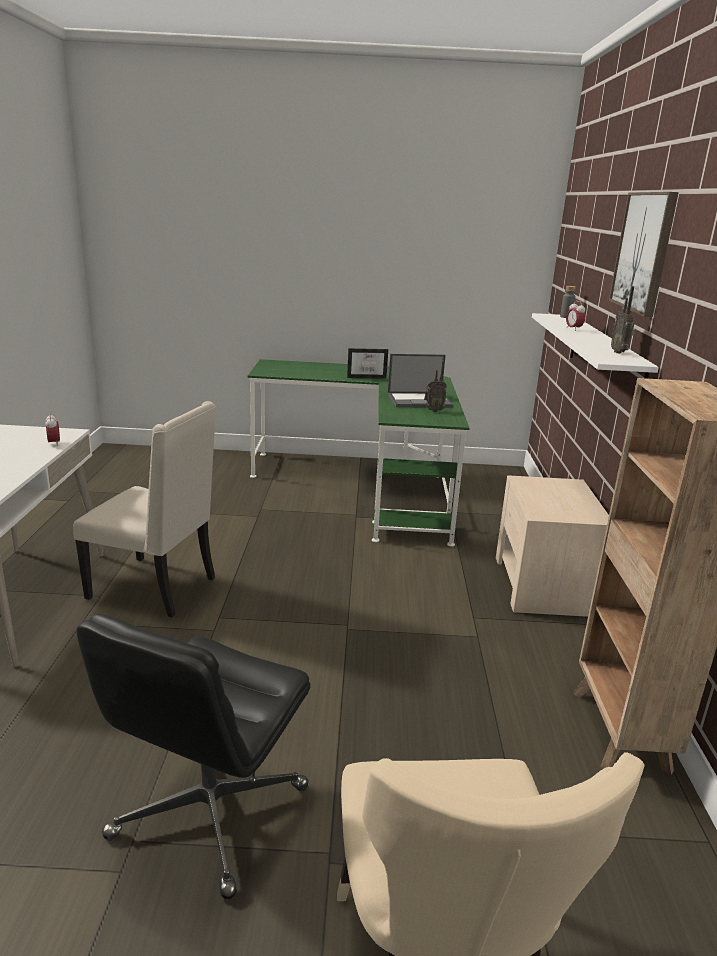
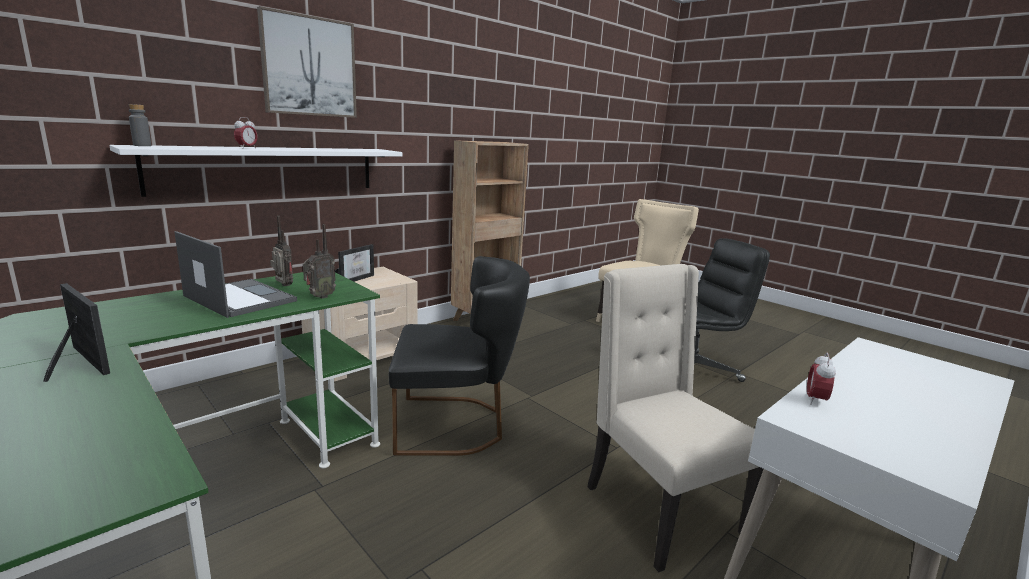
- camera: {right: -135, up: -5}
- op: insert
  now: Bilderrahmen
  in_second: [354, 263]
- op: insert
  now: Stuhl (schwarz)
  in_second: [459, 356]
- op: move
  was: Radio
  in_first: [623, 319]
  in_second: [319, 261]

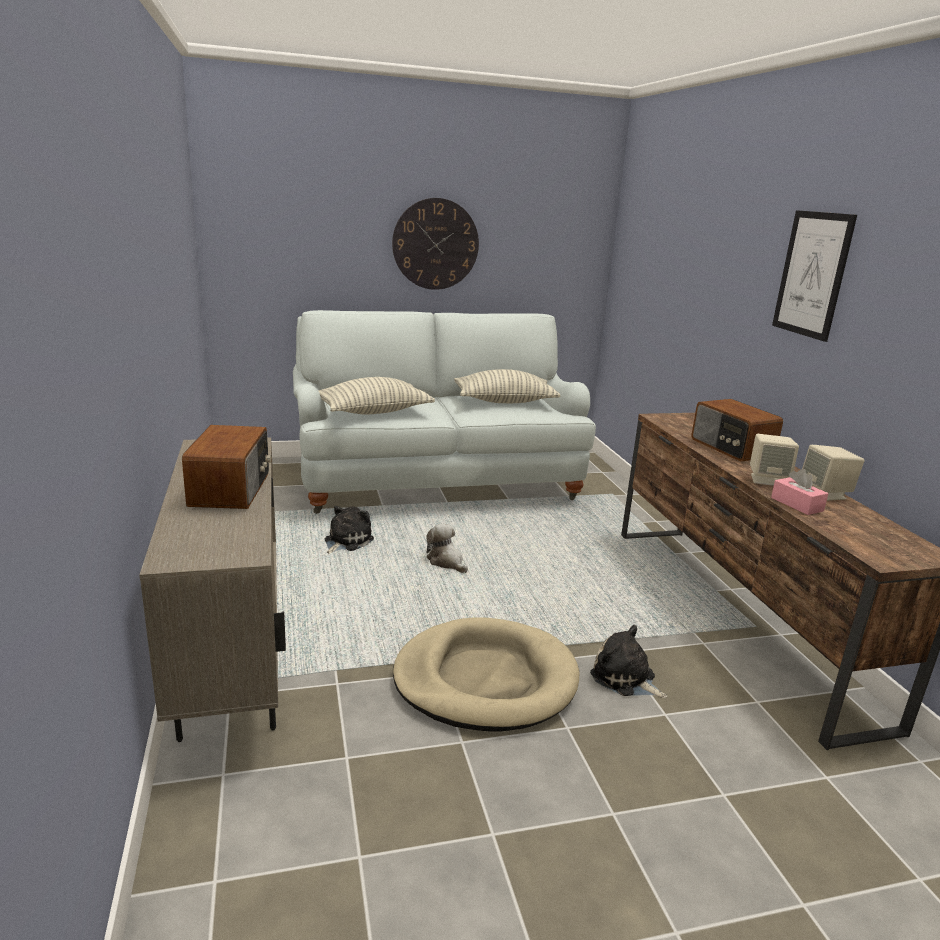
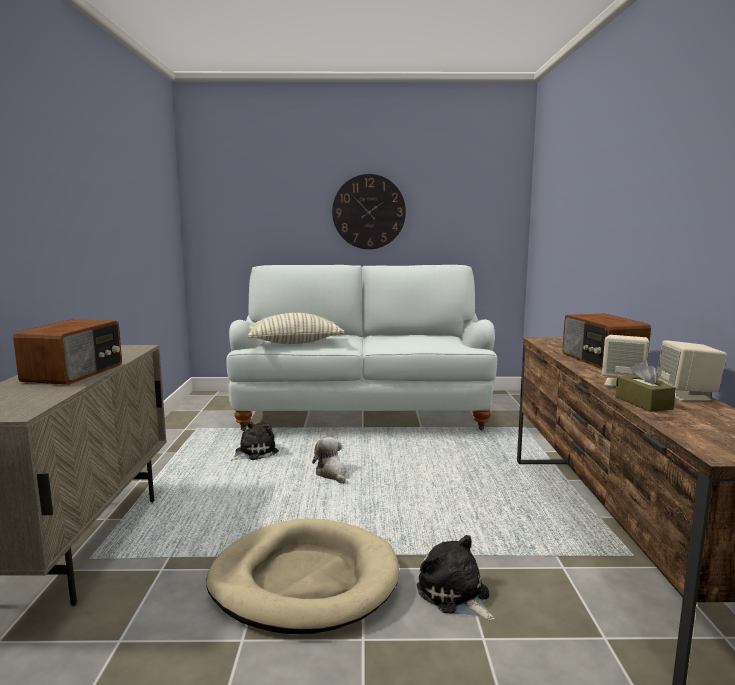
- camera: {right: 15, up: -10}
- op: delete
  was: Kissen
  in_first: [507, 386]
- op: delete
  was: Bild
  in_first: [814, 276]
- op: recolor
  was: Taschentuchbox (rosa)
  now: Taschentuchbox (braun)
  in_first: [799, 492]
  in_second: [645, 386]

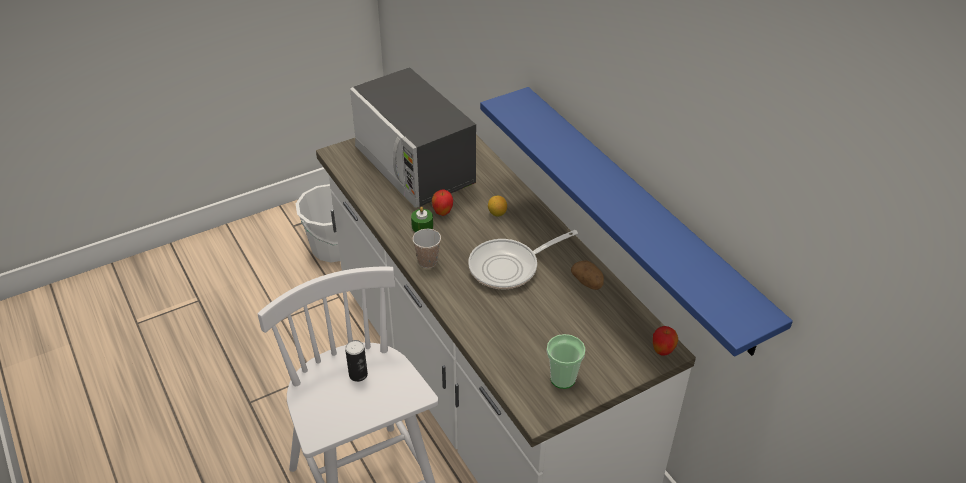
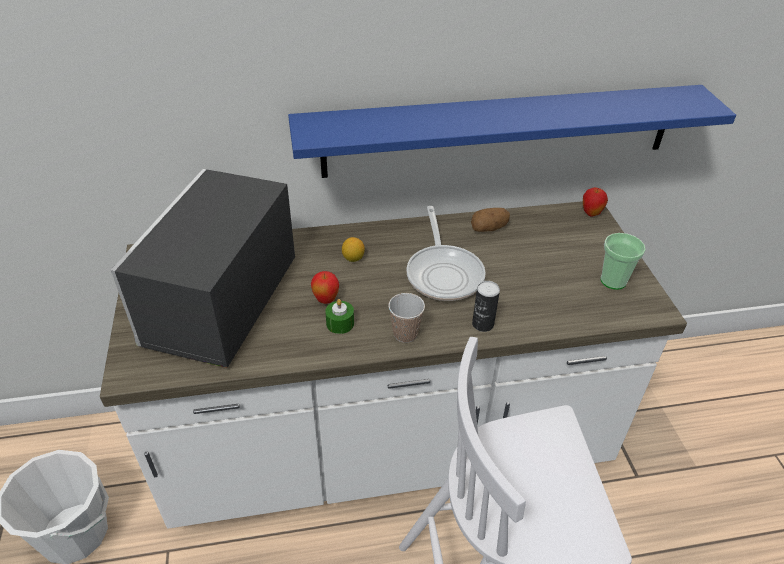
- camera: {right: -70, up: 0}
- op: move
  was: Dose
  in_first: [356, 361]
  in_second: [486, 306]
- op: rotate
  was: Mikrowelle
  in_first: [413, 137]
  in_second: [203, 268]
  clockwise: 120

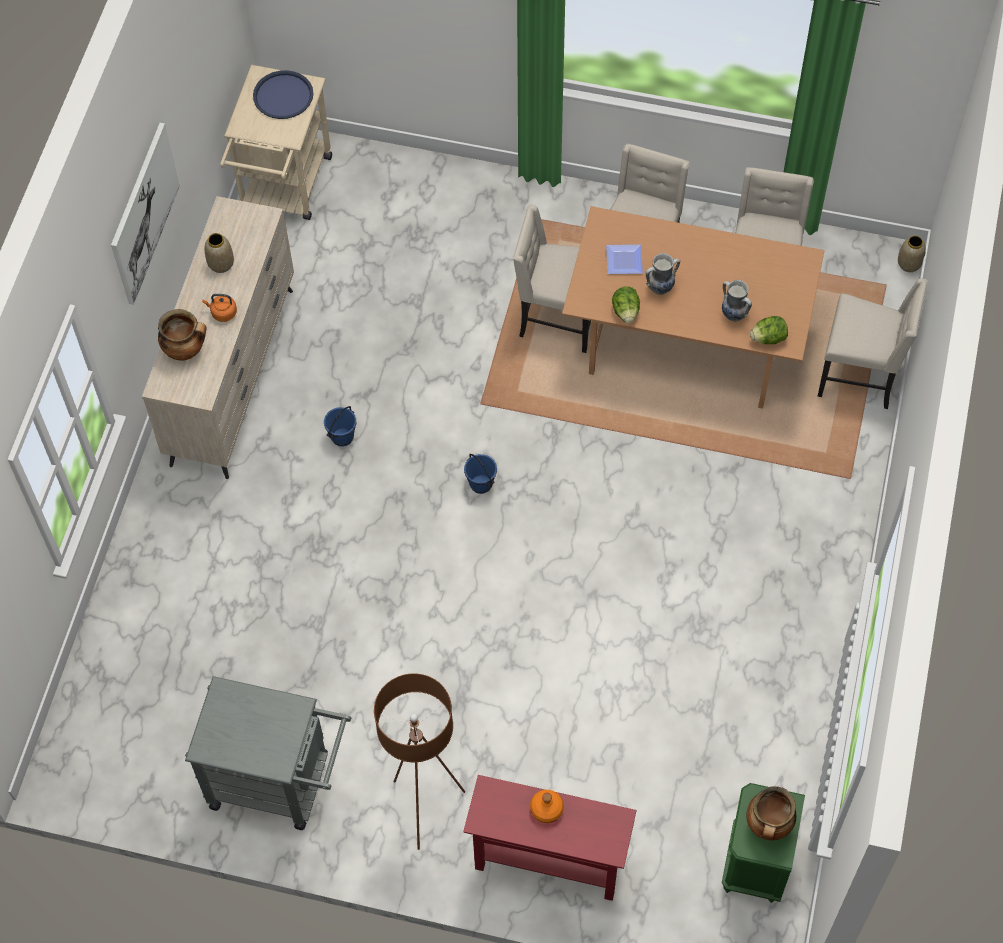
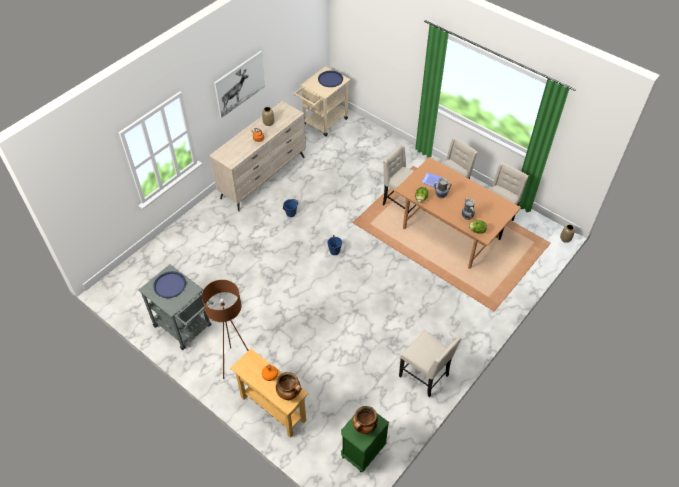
- camera: {right: 25, up: -10}
- op: insert
  now: Tablett (blau)
  in_second: [169, 284]
- op: move
  was: Kochtopf
  in_first: [182, 335]
  in_second: [289, 386]
- op: move
  was: Stuhl (beige)
  in_first: [873, 343]
  in_second: [430, 363]
- op: recolor
  was: Konsolentisch (rot)
  now: Konsolentisch (beige)
  in_first: [550, 838]
  in_second: [269, 393]

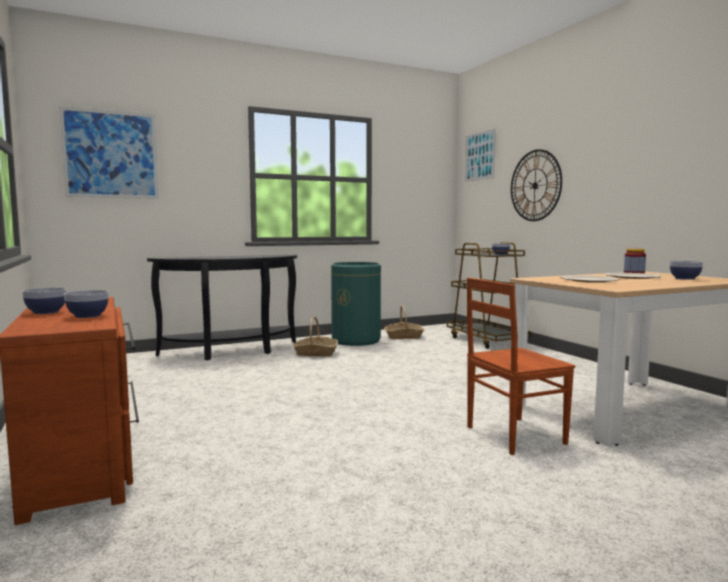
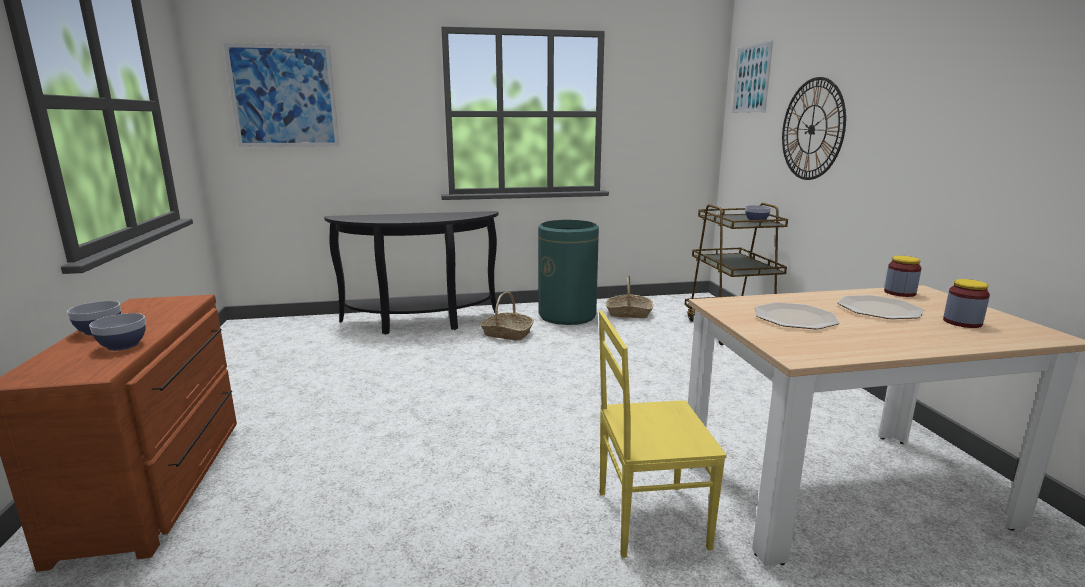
- camera: {right: 15, up: 10}
- op: replace
  was: Schüssel
  now: Vorratsglas
  in_first: [686, 270]
  in_second: [966, 303]
- op: recolor
  was: Stuhl (braun)
  now: Stuhl (gelb)
  in_first: [521, 366]
  in_second: [663, 434]

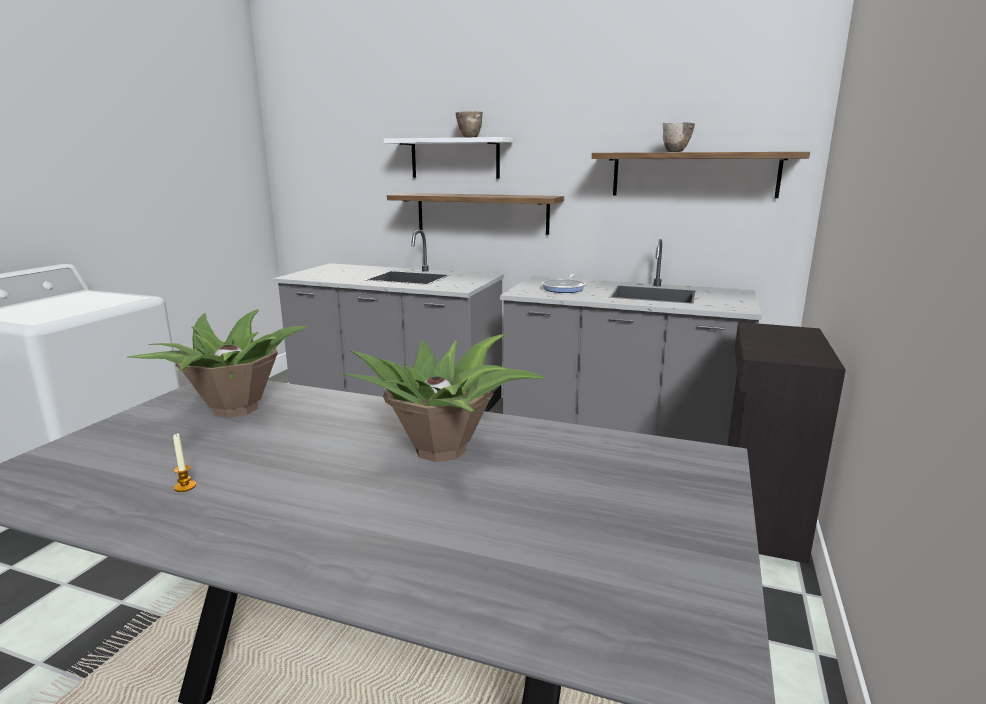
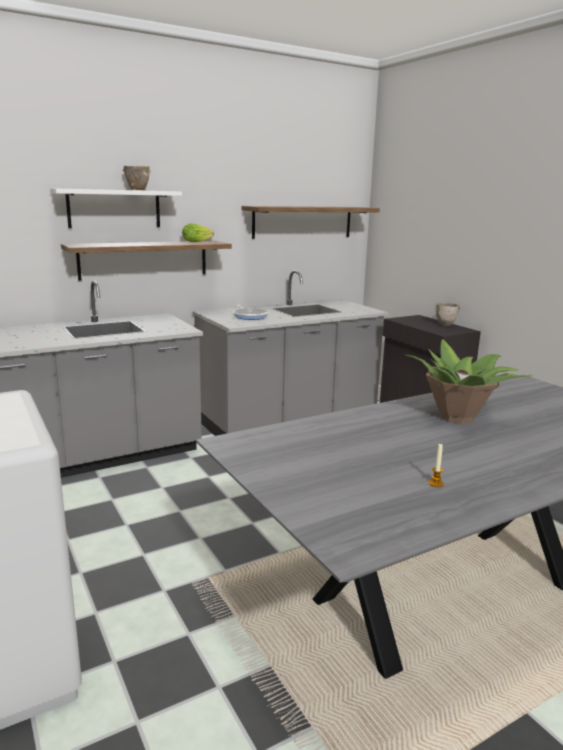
- camera: {right: -50, up: 0}
- op: delete
  was: Topfpflanze
  in_first: [217, 363]
- op: insert
  now: Salatkopf
  in_second: [198, 233]
- op: move
  was: Schüssel
  in_first: [679, 137]
  in_second: [447, 314]

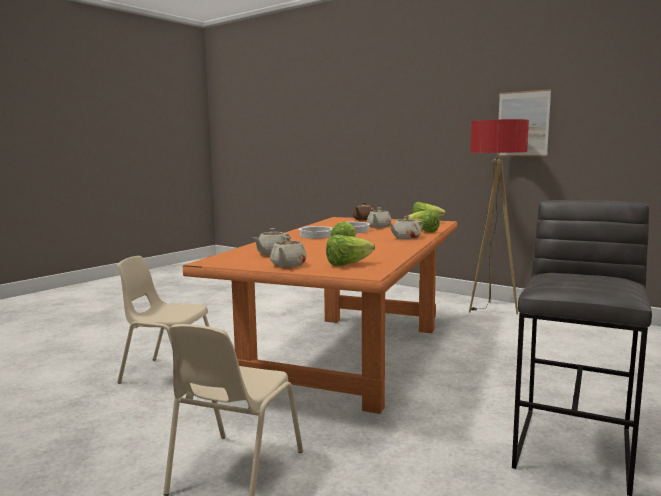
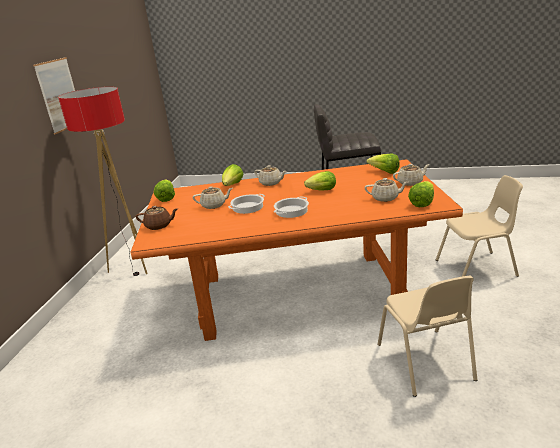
- camera: {right: -115, up: 15}
- op: insert
  now: Salatkopf
  in_second: [421, 194]

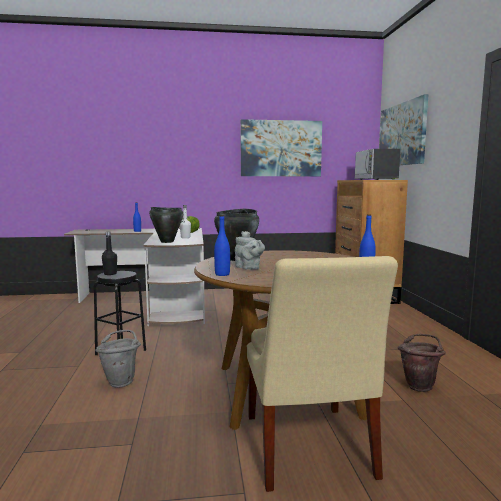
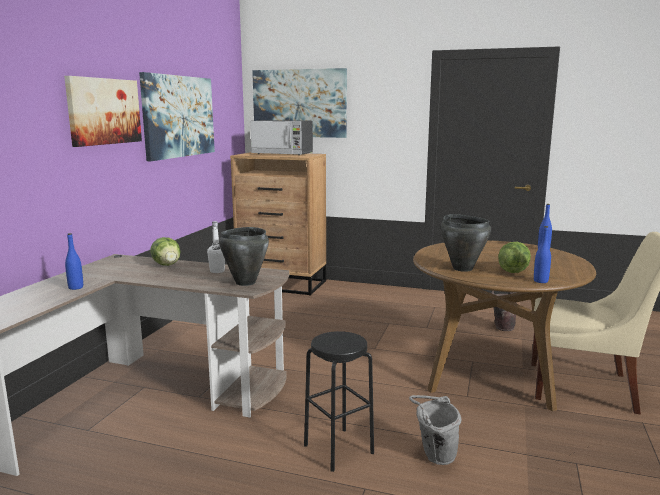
- camera: {right: -65, up: 5}
- op: delete
  was: Flasche (schwarz)
  in_first: [109, 253]
- op: insert
  now: Bild
  in_second: [103, 111]
- op: replace
  was: Teekanne (grau)
  now: Salatkopf
  in_first: [250, 250]
  in_second: [514, 257]

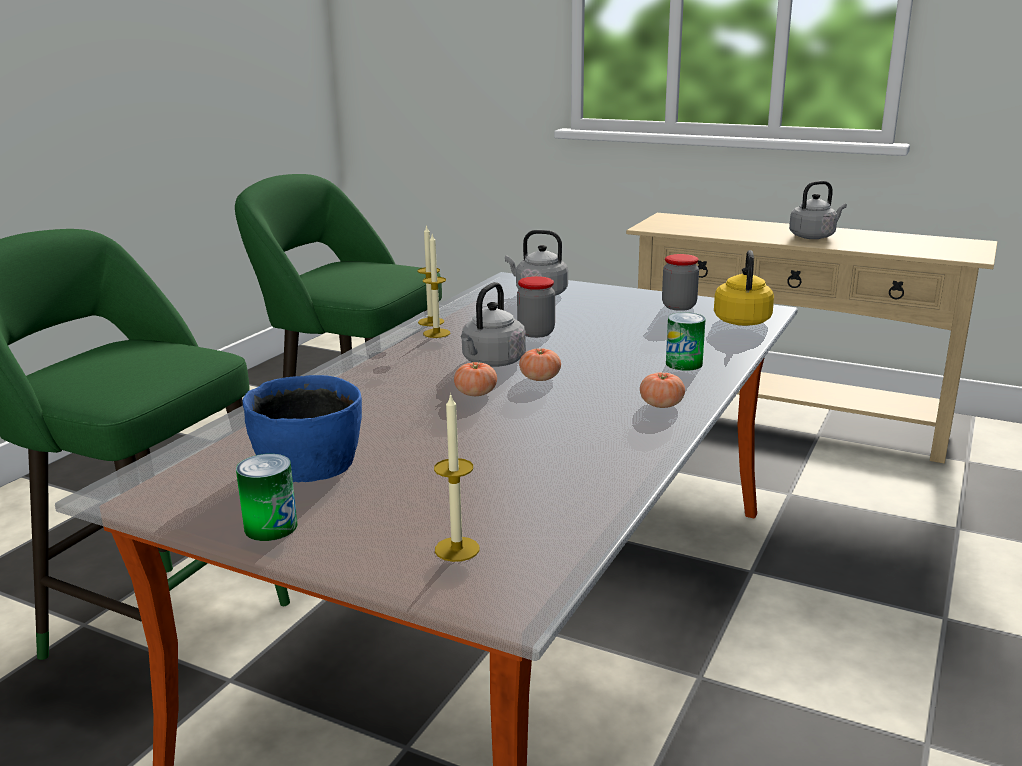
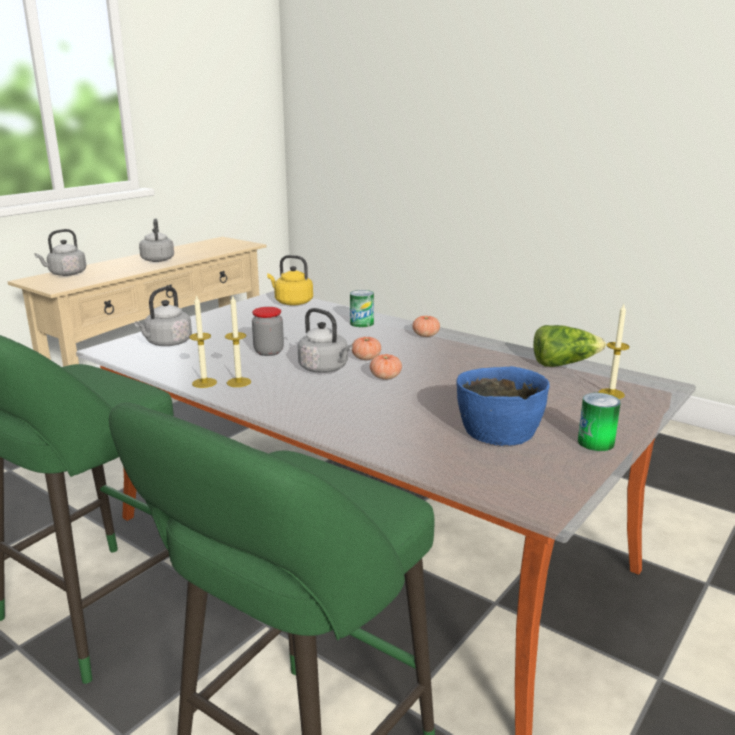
- camera: {right: -80, up: 0}
- op: delete
  was: Vorratsglas
  in_first: [680, 282]
- op: insert
  now: Wasserkessel (grau)
  in_second: [60, 252]
- op: insert
  now: Salatkopf
  in_second: [569, 346]

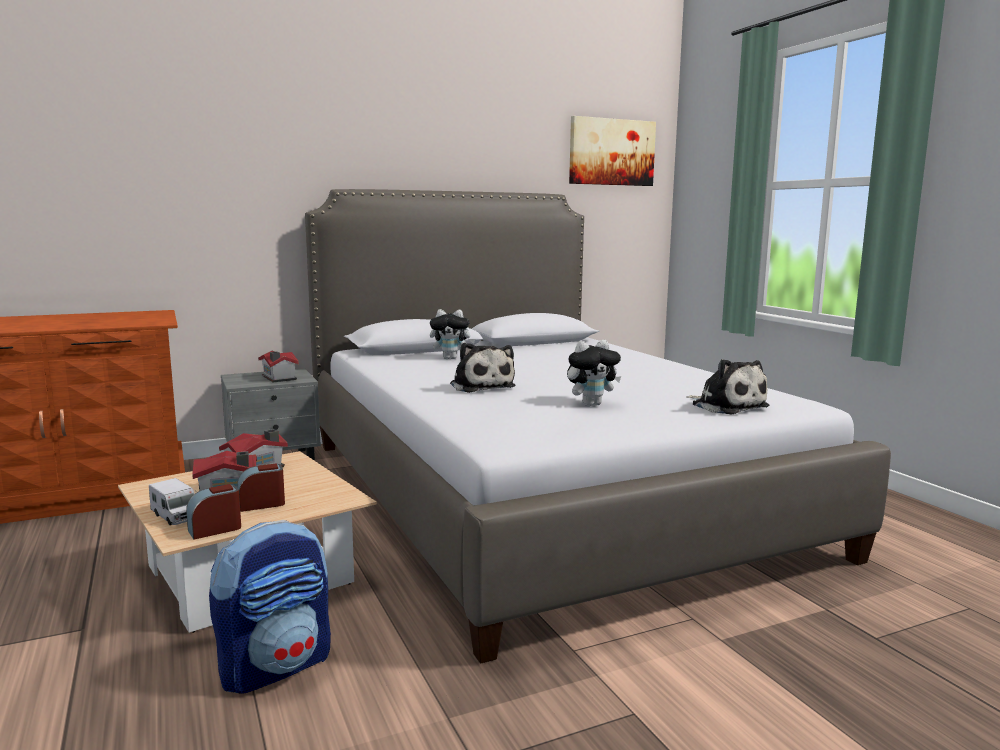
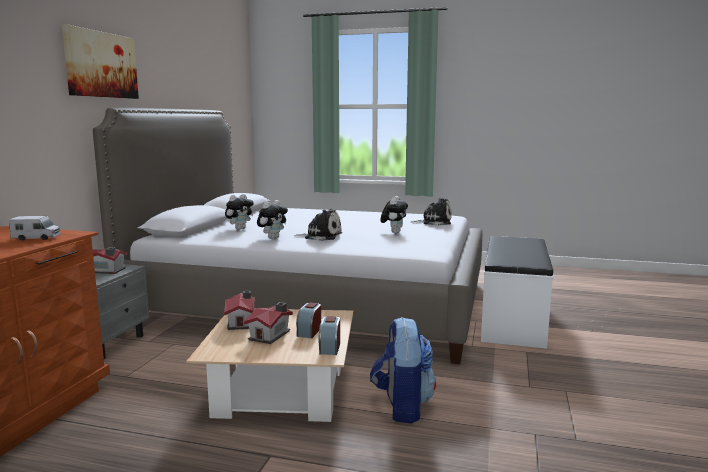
- camera: {right: -50, up: 0}
- op: insert
  now: Plüschtier
  in_second: [272, 219]
- op: insert
  now: Bank (weiß)
  in_second: [517, 292]
- op: move
  was: Spielzeuglaster
  in_first: [173, 501]
  in_second: [35, 228]
- op: move
  was: Bild
  in_first: [612, 151]
  in_second: [100, 61]

